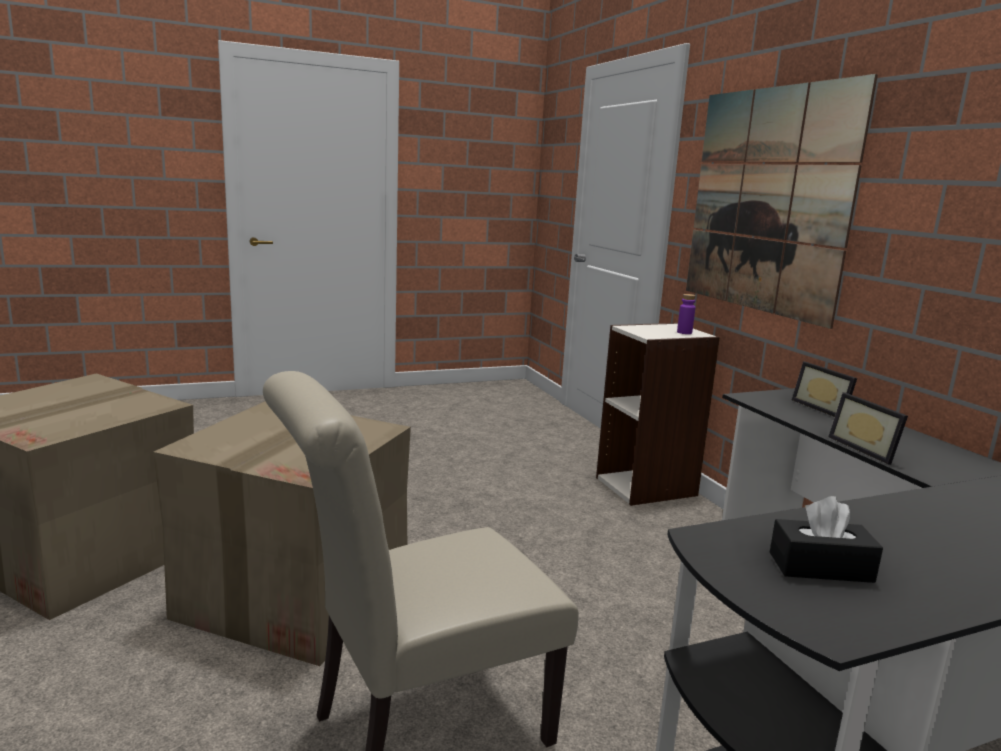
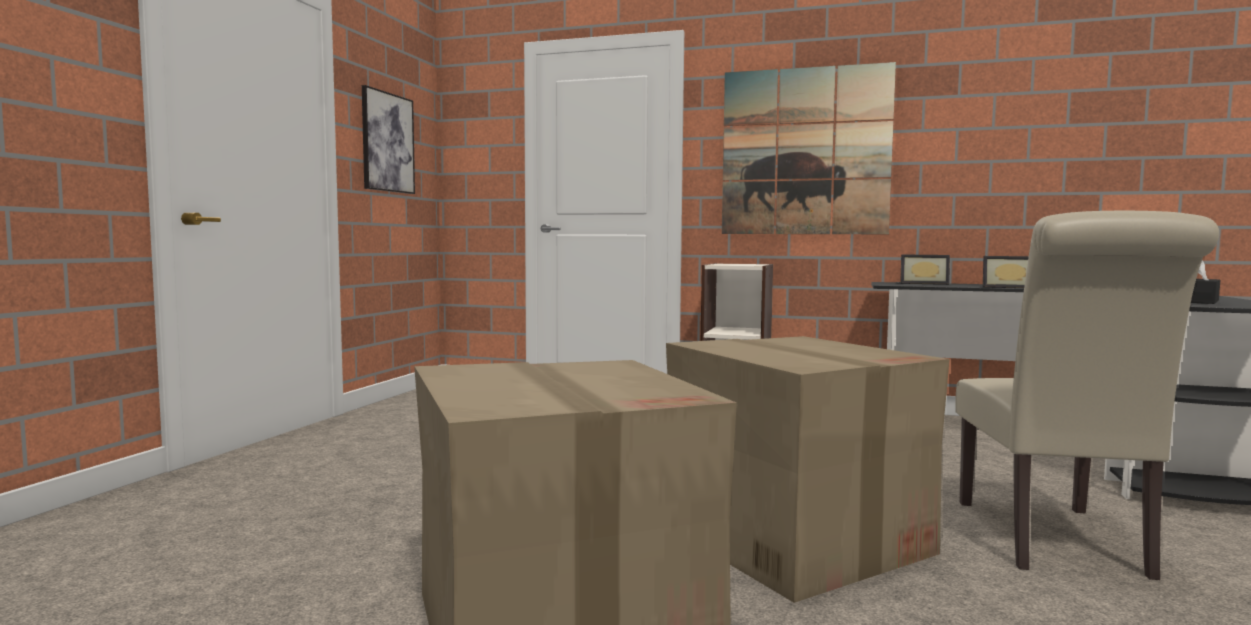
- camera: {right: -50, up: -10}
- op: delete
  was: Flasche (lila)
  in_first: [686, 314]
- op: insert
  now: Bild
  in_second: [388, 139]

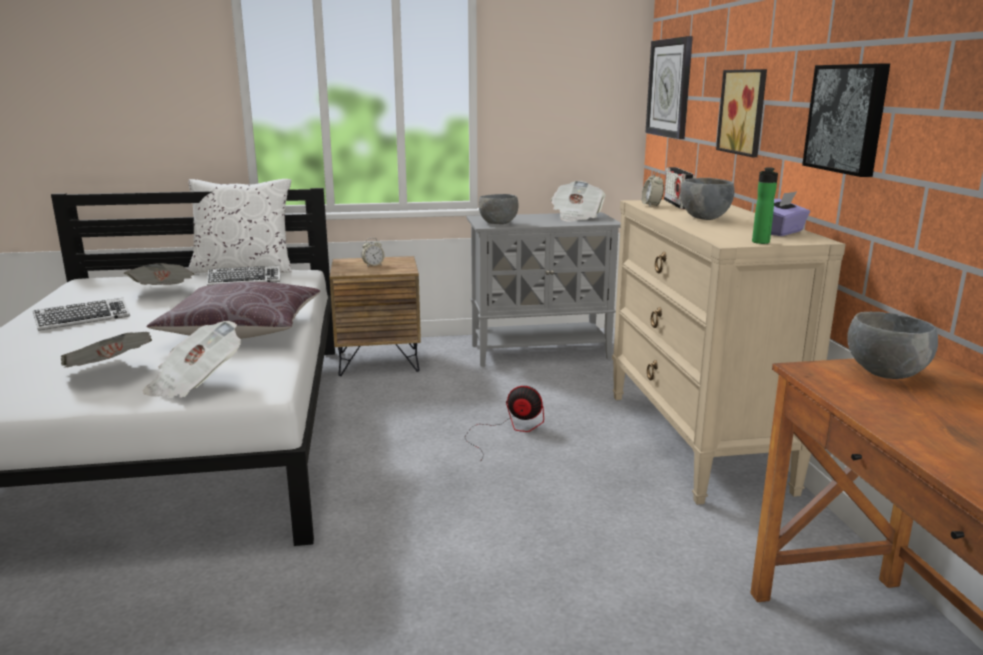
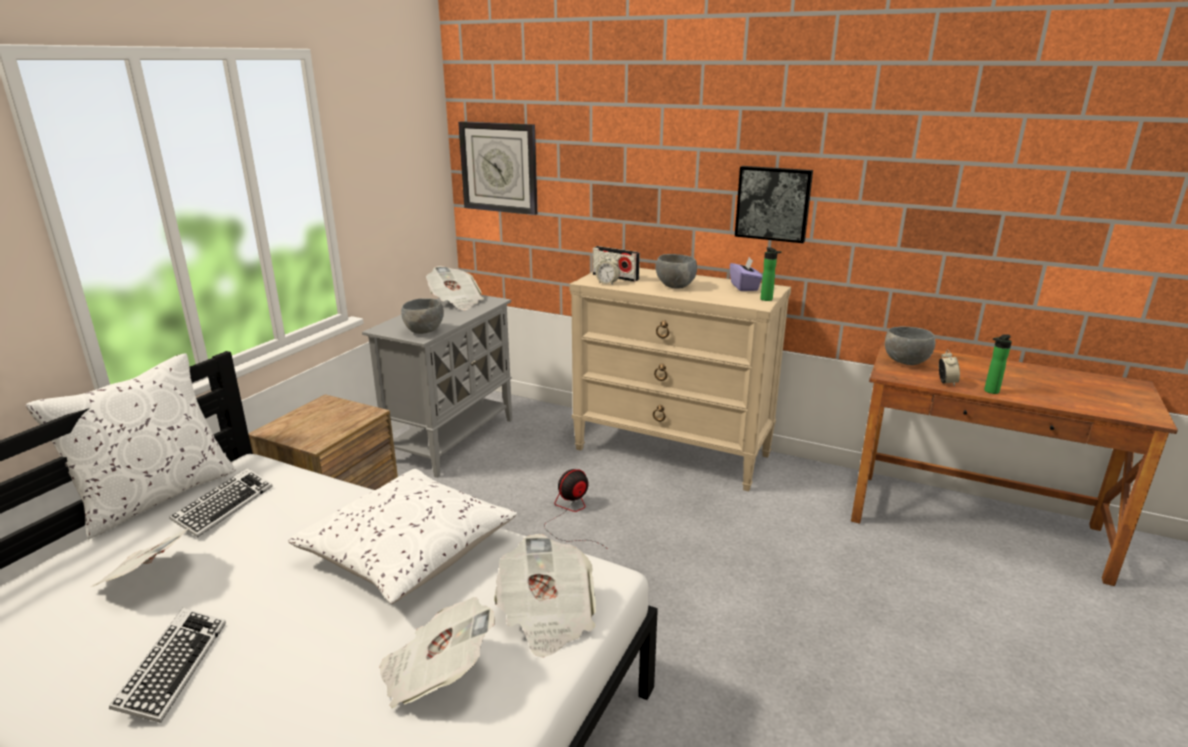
- camera: {right: -55, up: 5}
- op: delete
  was: Bild
  in_first: [741, 113]
- op: insert
  now: Flasche
  in_second: [998, 364]
- op: move
  was: Wecker
  in_first: [372, 252]
  in_second: [949, 368]
- op: recolor
  was: Kissen (braun)
  now: Kissen (weiß)
  in_first: [233, 310]
  in_second: [402, 536]

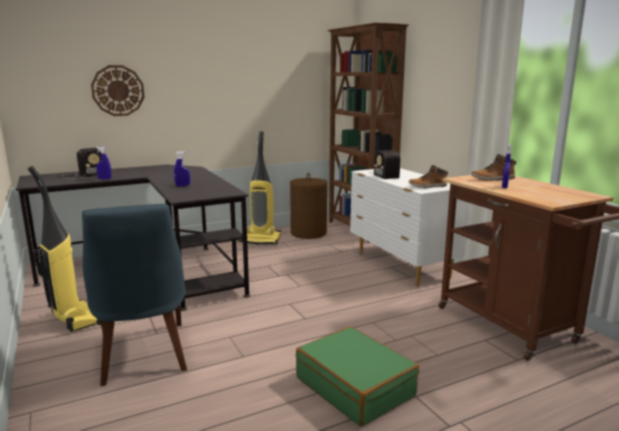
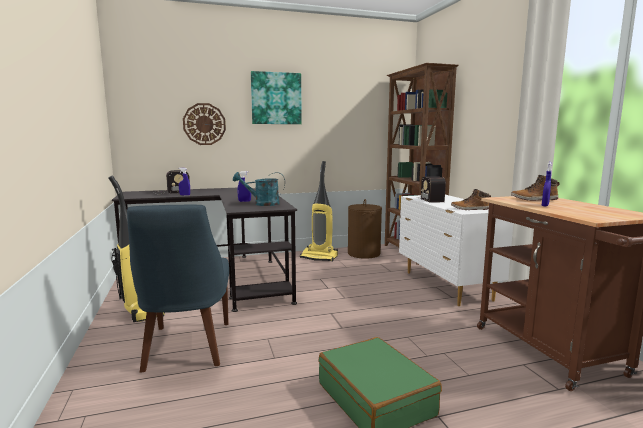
- camera: {right: 10, up: -5}
- op: insert
  now: Gießkanne (türkis)
  in_second: [259, 189]
- op: insert
  now: Bild
  in_second: [276, 97]

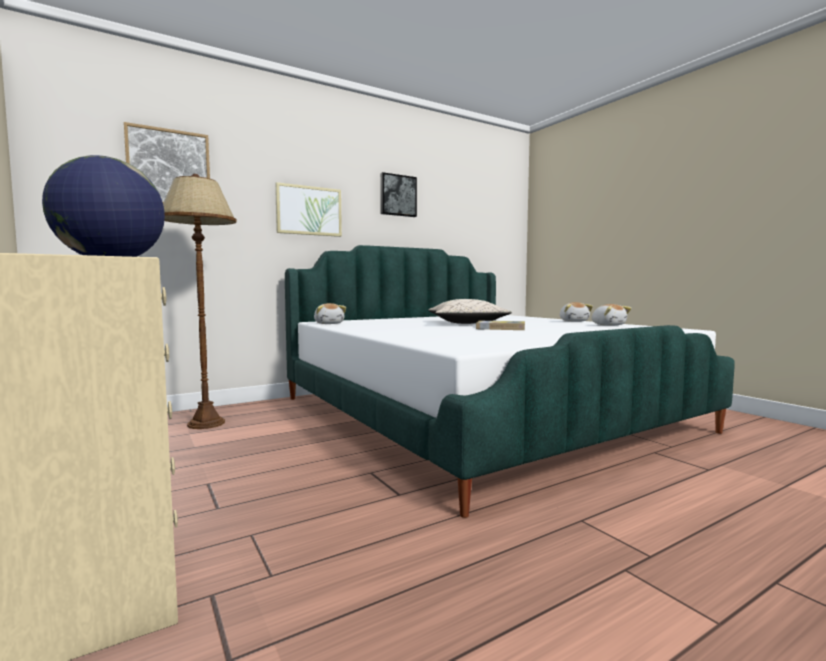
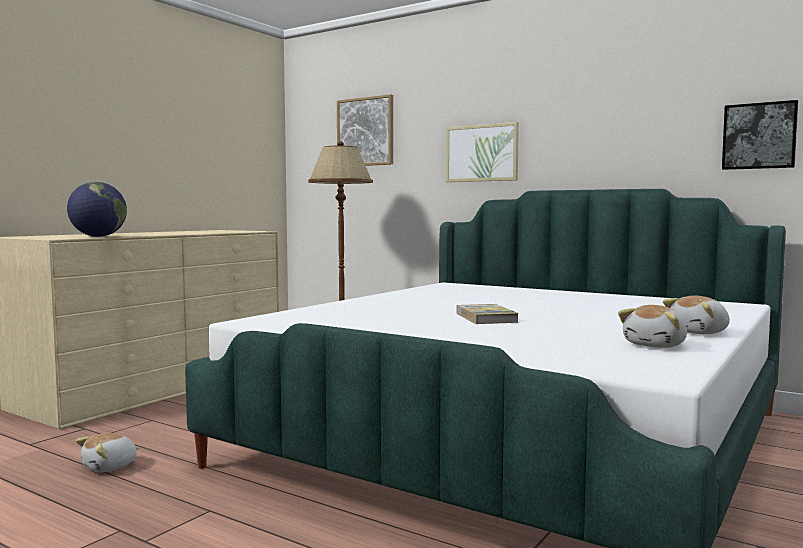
- camera: {right: 65, up: 0}
- op: delete
  was: Kissen (beige)
  in_first: [470, 311]
- op: move
  was: Plüschtier
  in_first: [330, 313]
  in_second: [107, 452]
- op: move
  was: Bild
  in_first: [398, 194]
  in_second: [760, 135]

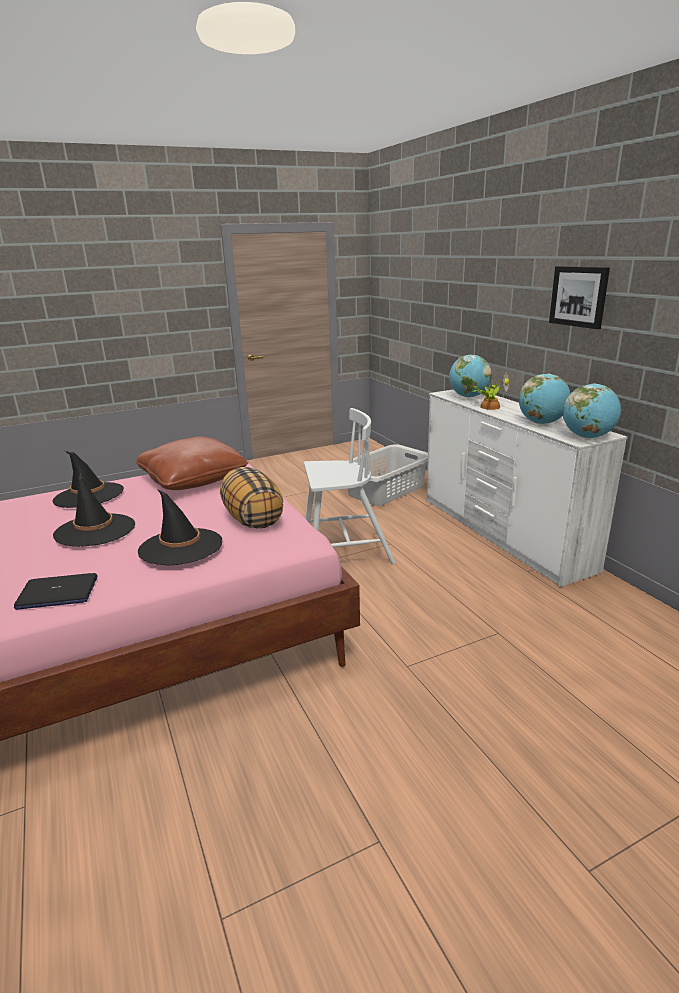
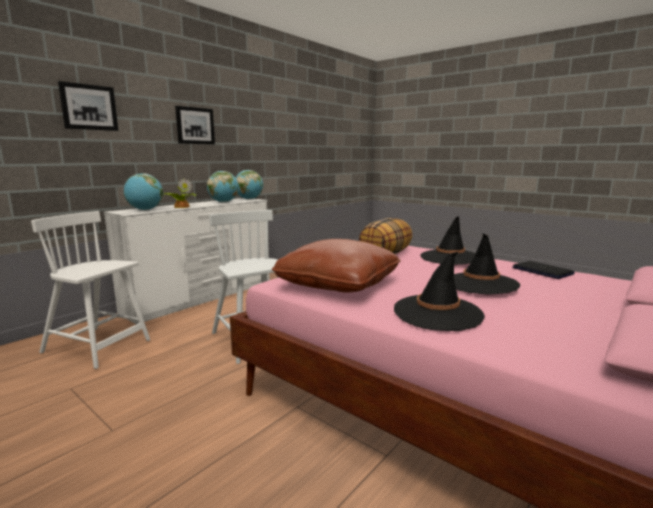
- camera: {right: -115, up: -10}
- op: insert
  now: Bild
  in_second: [88, 106]
- op: replace
  was: Wäschekorb (grau)
  now: Stuhl (weiß)
  in_first: [387, 475]
  in_second: [90, 290]

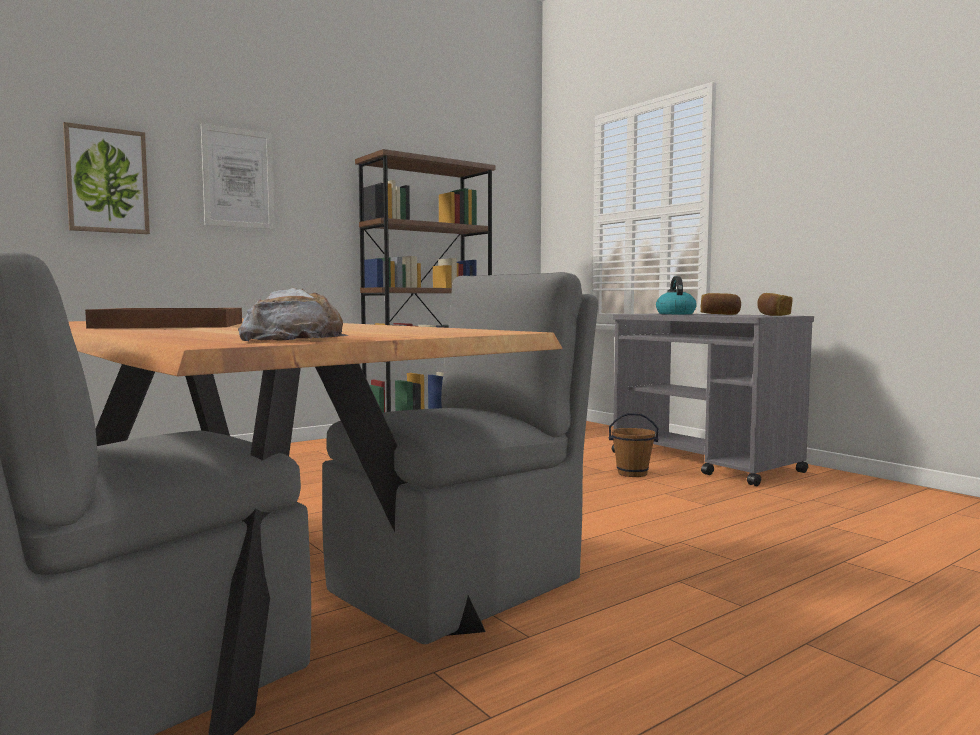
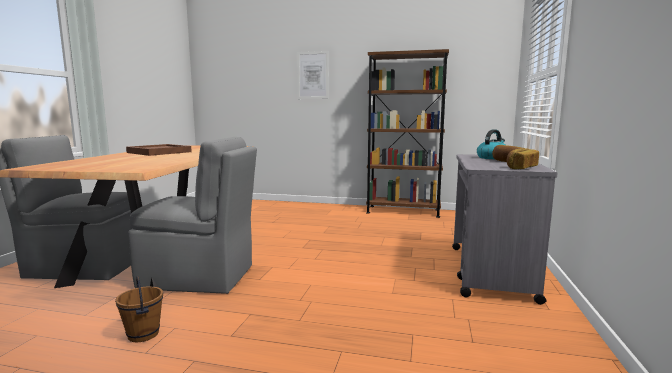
- camera: {right: 50, up: 5}
- op: delete
  was: Bild
  in_first: [106, 178]
- op: delete
  was: Brot
  in_first: [293, 315]
- op: move
  was: Eimer (braun)
  in_first: [633, 445]
  in_second: [139, 309]

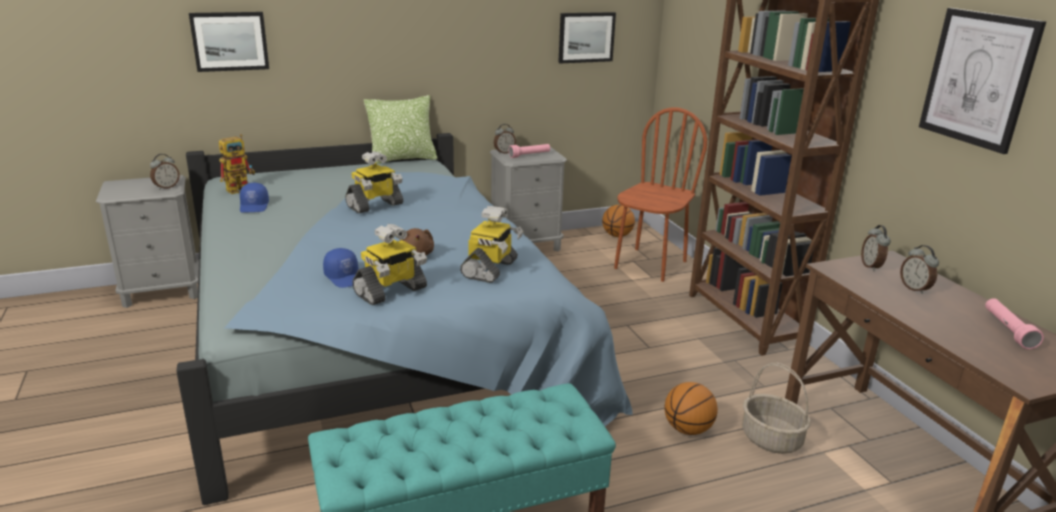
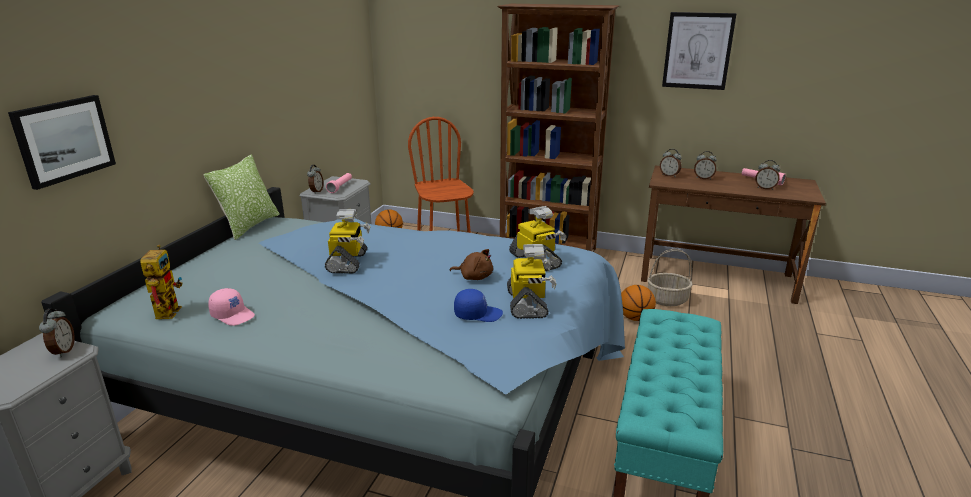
- camera: {right: -50, up: 0}
- op: delete
  was: Bild
  in_first: [587, 38]
- op: insert
  now: Wecker
  in_second: [767, 175]
- op: recolor
  was: Kappe (blau)
  now: Kappe (rosa)
  in_first: [254, 197]
  in_second: [231, 307]

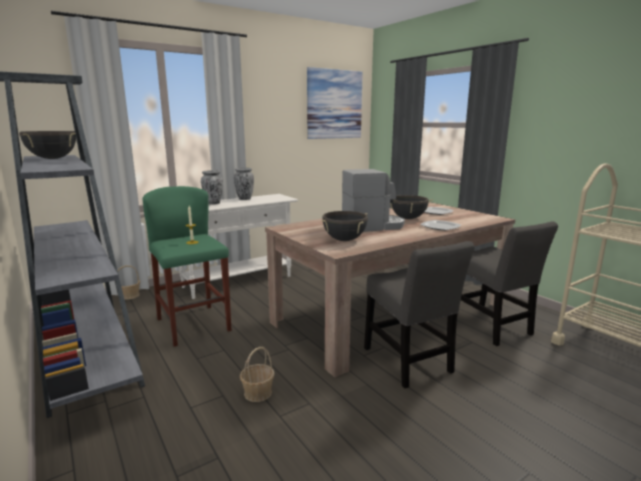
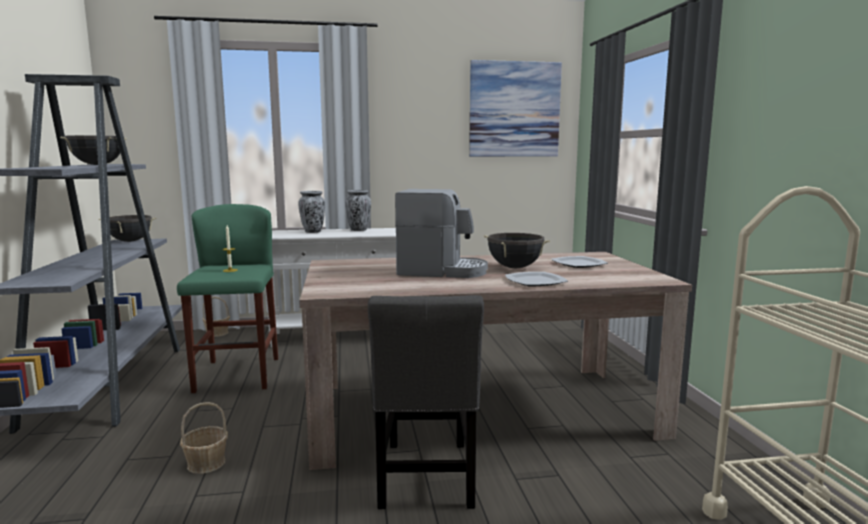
- camera: {right: 25, up: -5}
- op: delete
  was: Stuhl (grau)
  in_first: [509, 284]
- op: move
  was: Kochtopf (schwarz)
  in_first: [344, 226]
  in_second: [128, 228]

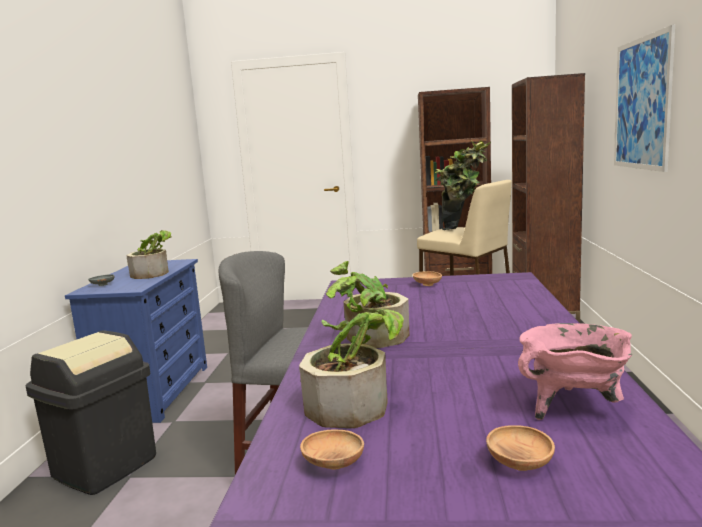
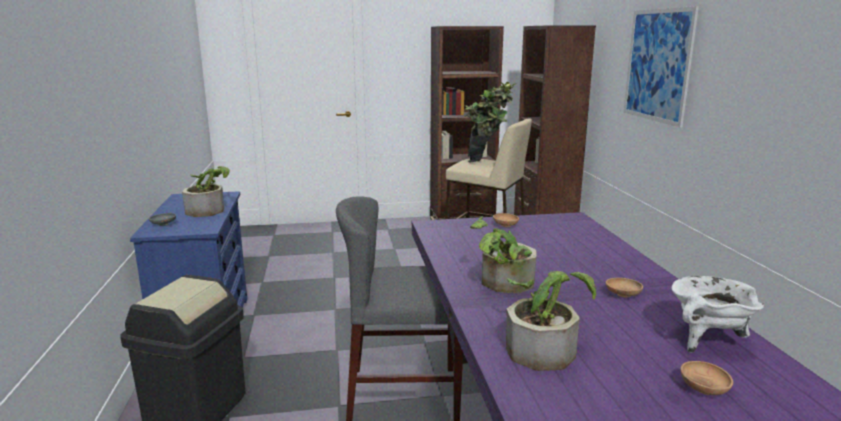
- camera: {right: -15, up: 5}
- op: move
  was: Schüssel (braun)
  in_first: [332, 450]
  in_second: [624, 288]
- op: recolor
  was: Kochtopf (rosa)
  now: Kochtopf (weiß)
  in_first: [575, 371]
  in_second: [717, 314]

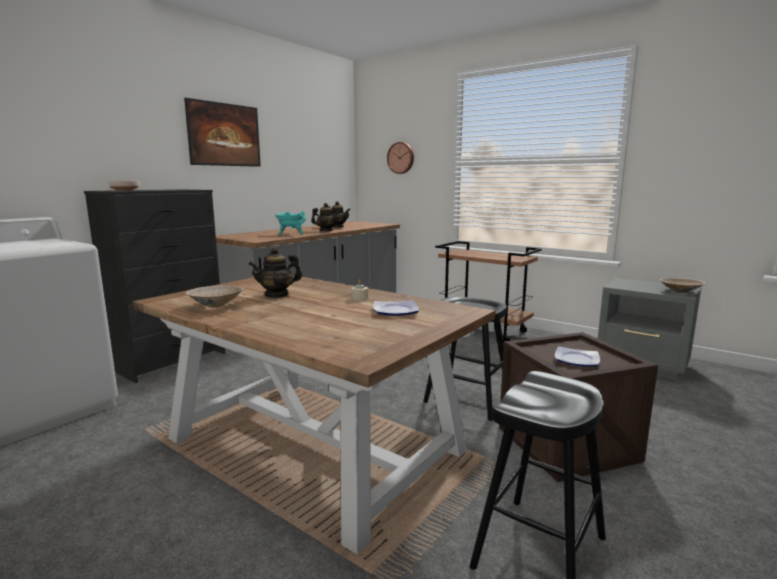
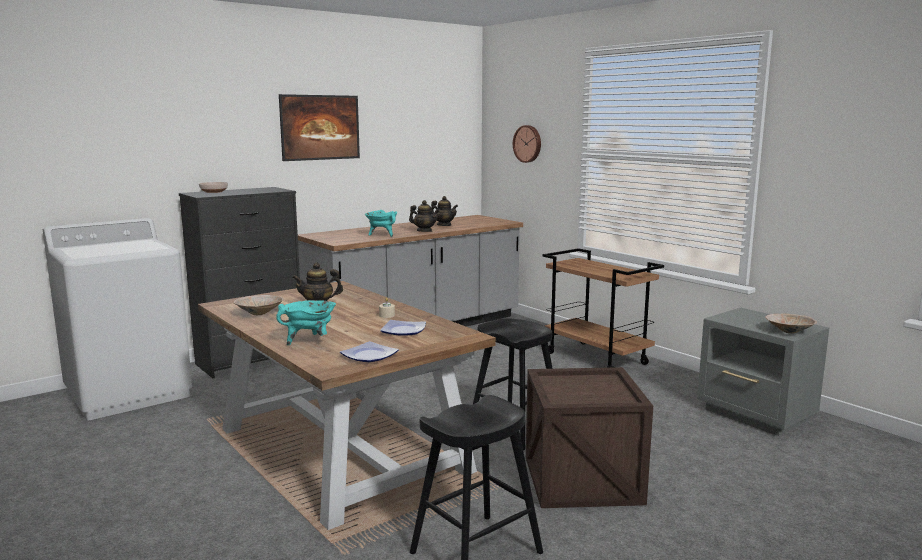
- camera: {right: 15, up: 0}
- op: insert
  now: Kochtopf (türkis)
  in_second: [306, 322]
- op: move
  was: Teller
  in_first: [577, 356]
  in_second: [369, 351]

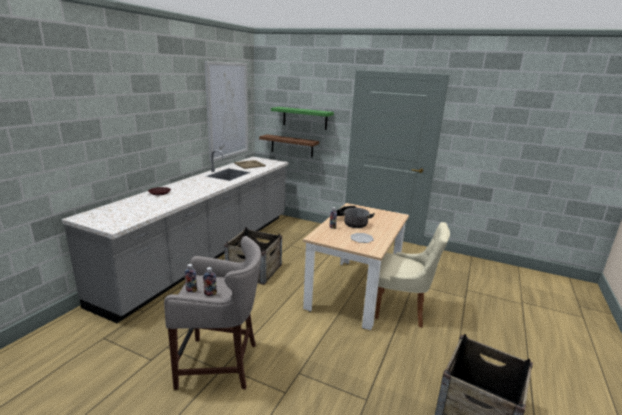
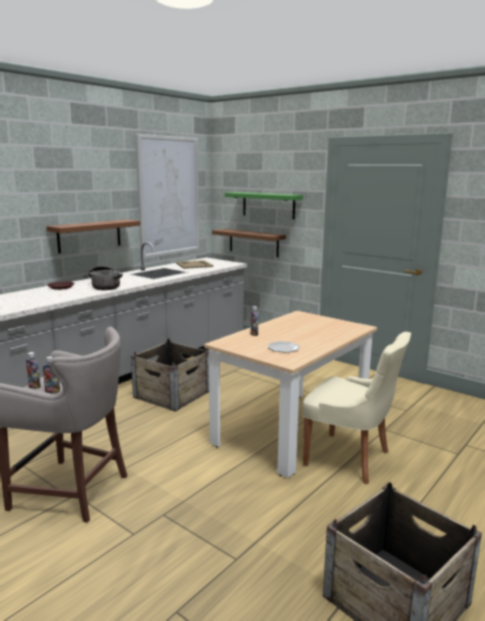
- camera: {right: 15, up: -5}
- op: insert
  now: Wandregal (braun)
  in_second: [93, 236]
- op: move
  was: Kochtopf
  in_first: [355, 217]
  in_second: [105, 278]

